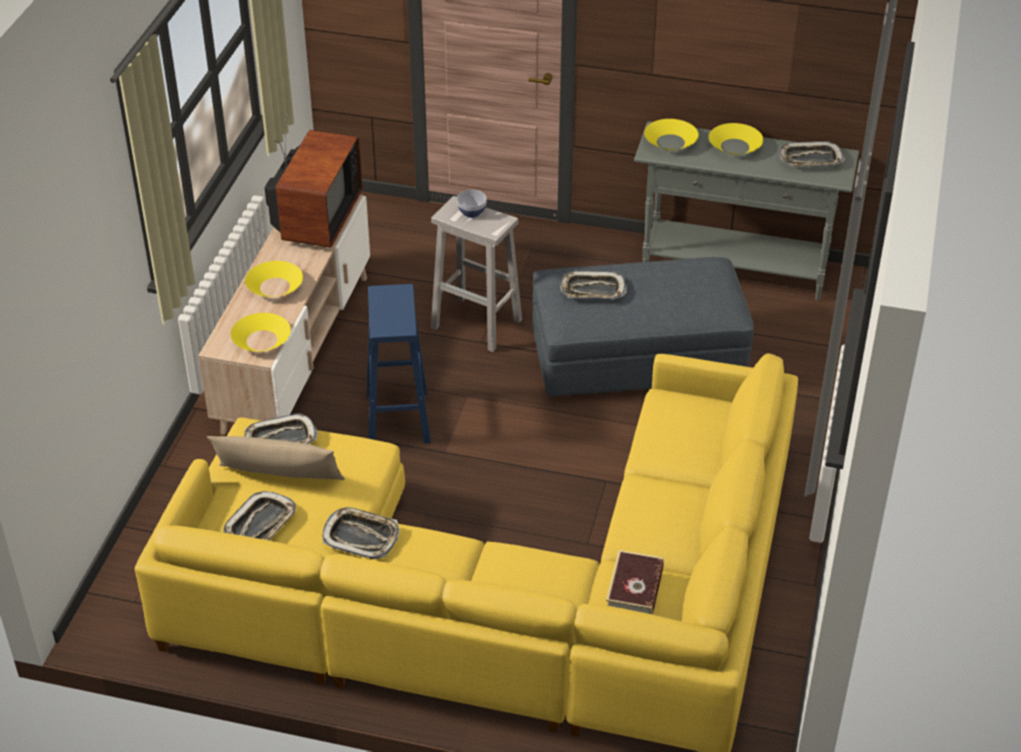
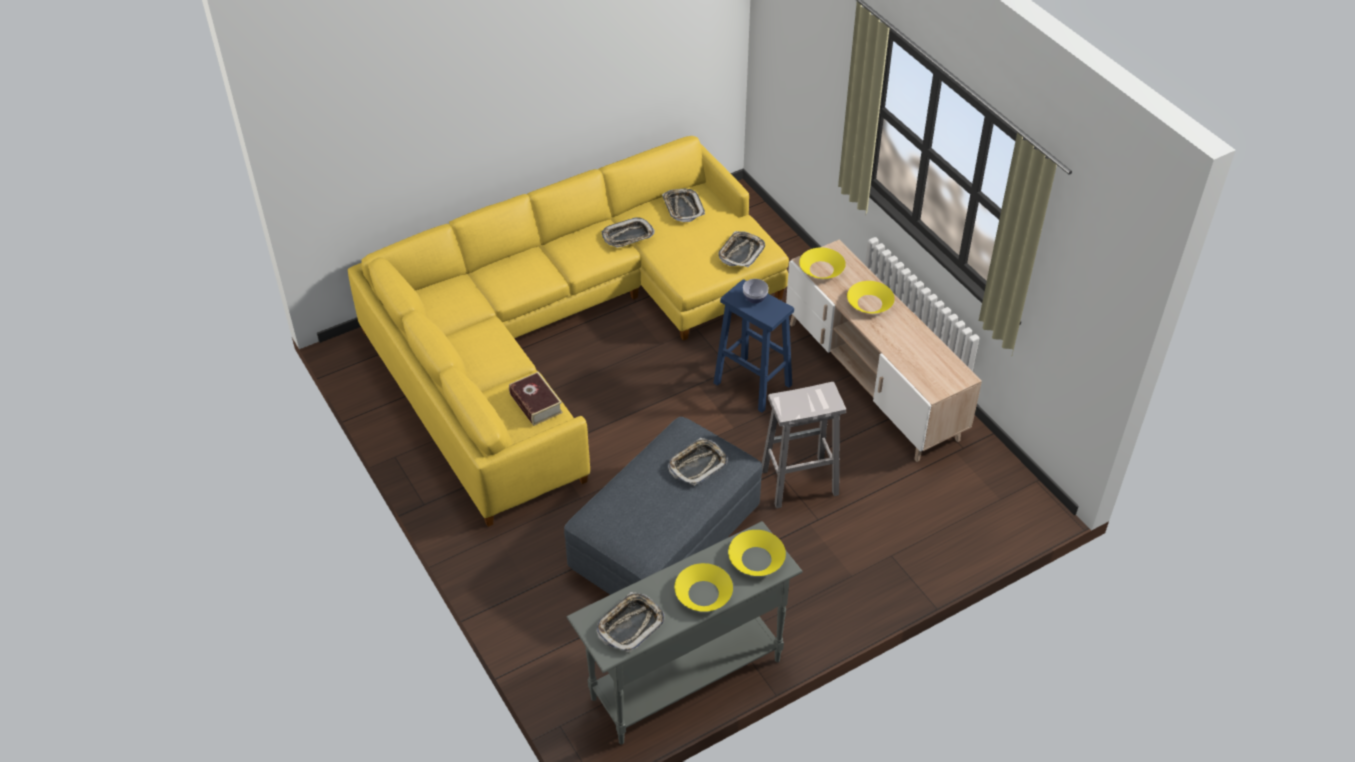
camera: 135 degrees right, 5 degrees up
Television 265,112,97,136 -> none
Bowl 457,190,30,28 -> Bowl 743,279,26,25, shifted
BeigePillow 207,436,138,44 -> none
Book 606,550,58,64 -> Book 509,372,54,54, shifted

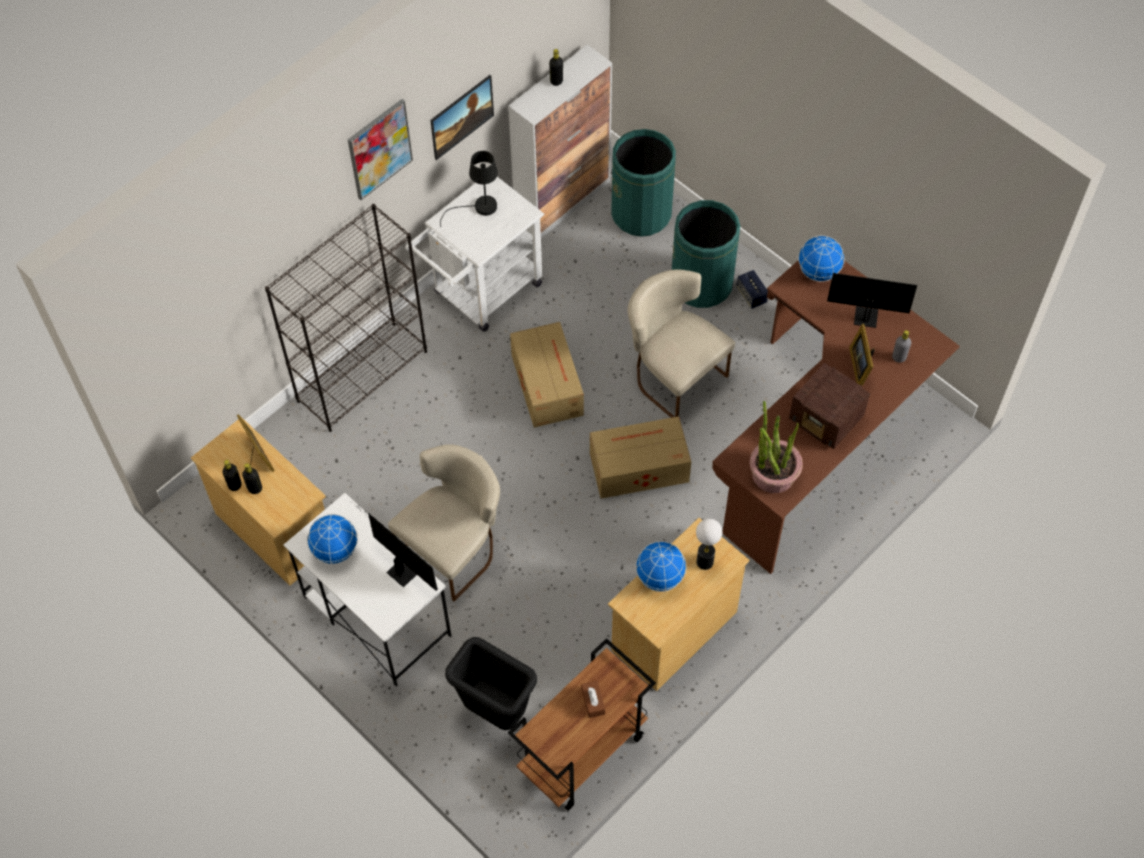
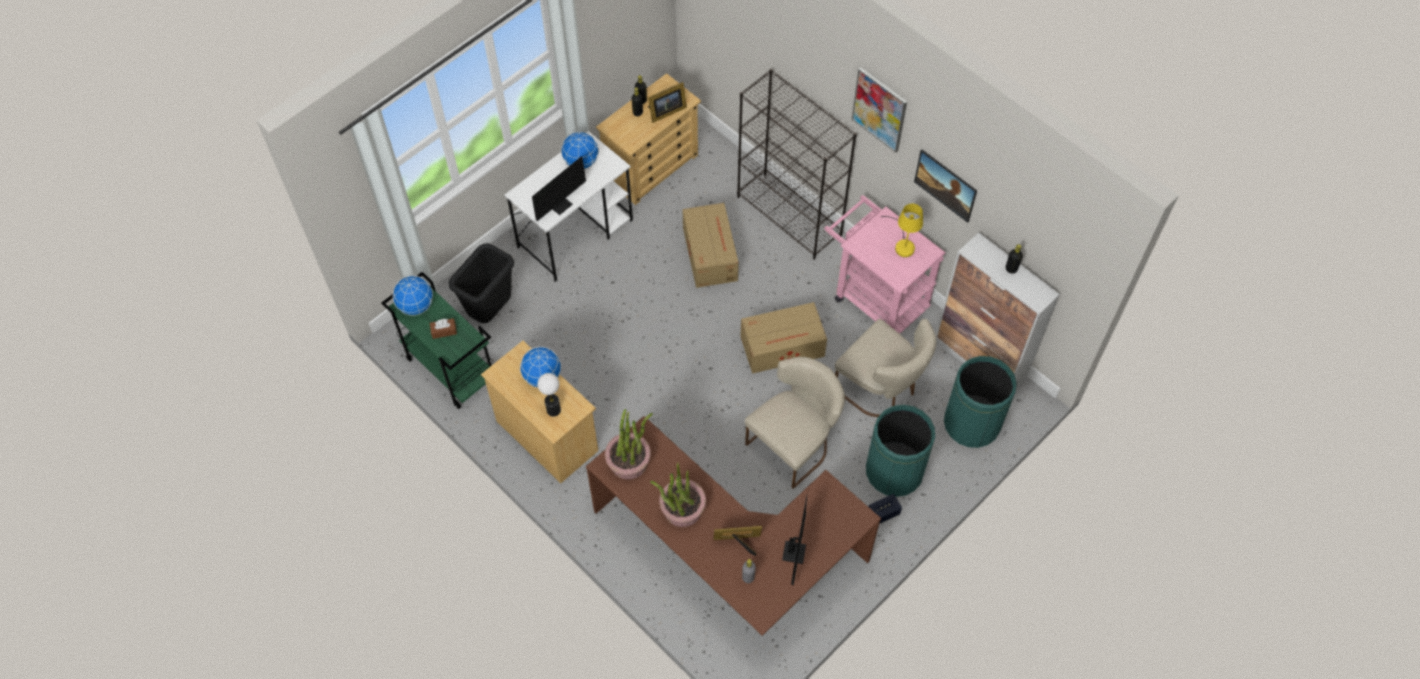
camera: 90 degrees right, 0 degrees up
BlackTableLamp 440,151,58,76 -> YellowTableLamp 881,204,42,53
WhiteCart 405,177,139,155 -> PinkCart 824,195,122,139
Globe 798,235,47,47 -> Globe 393,275,40,41, shifted
Radio 789,363,81,86 -> PottedPlant 650,463,56,64
CardboardBox 590,416,101,83 -> CardboardBox 682,203,57,85, shifted
BeigeChair 388,444,112,157 -> BeigeChair 835,319,102,98, shifted
BrownCart 508,638,148,173 -> GreenCart 381,272,112,137

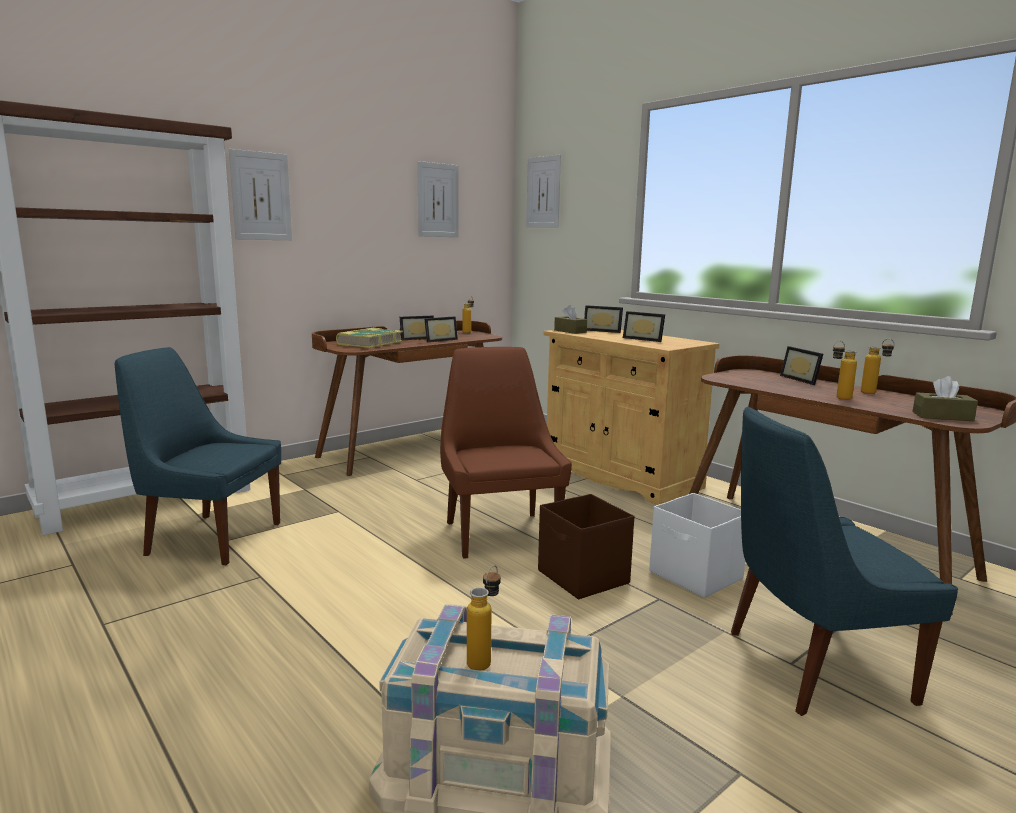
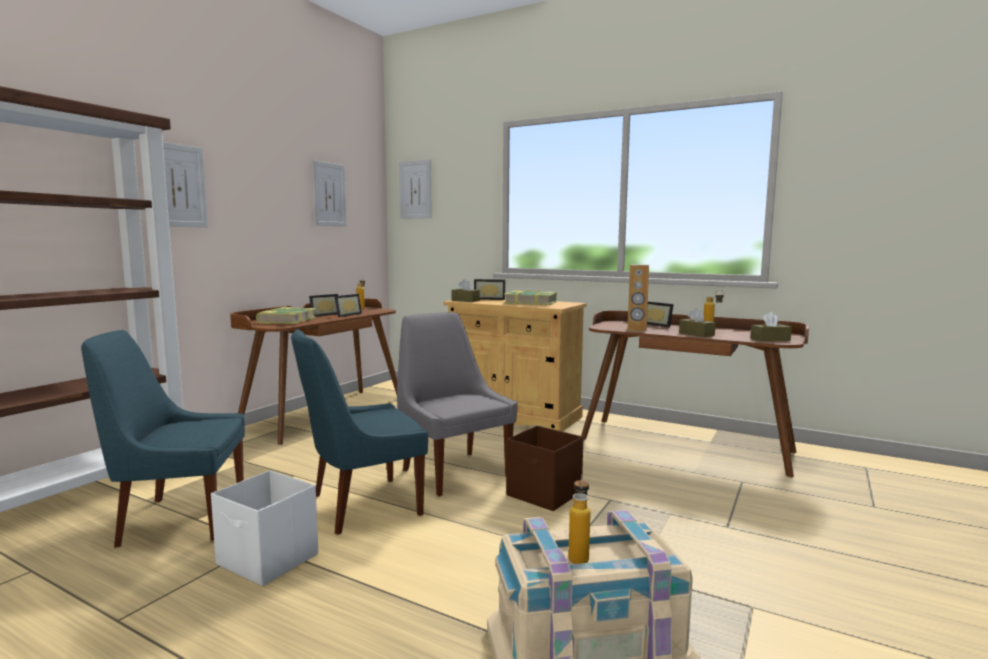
camera: 20 degrees left, 5 degrees down
PictureFrame 623,311,42,31 -> Book 504,290,53,15
Bottle 833,341,24,59 -> BrownTissueBox 679,308,37,29
BrownChair 440,347,132,212 -> GreyChair 397,312,121,184
BlueChair 731,406,227,310 -> BlueChair 291,329,137,206, shifted
WhiteStorageBox 649,493,96,105 -> WhiteStorageBox 211,470,107,116, shifted
none -> BrownSpeaker 627,265,22,67

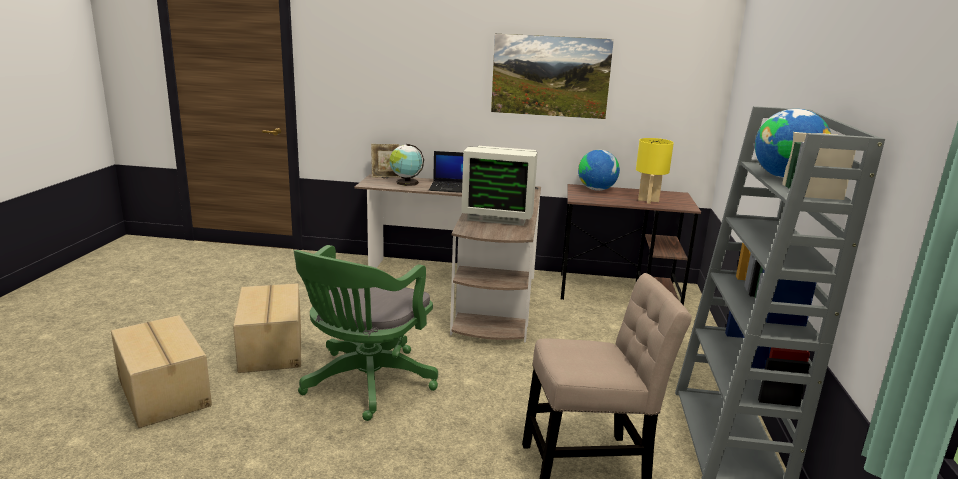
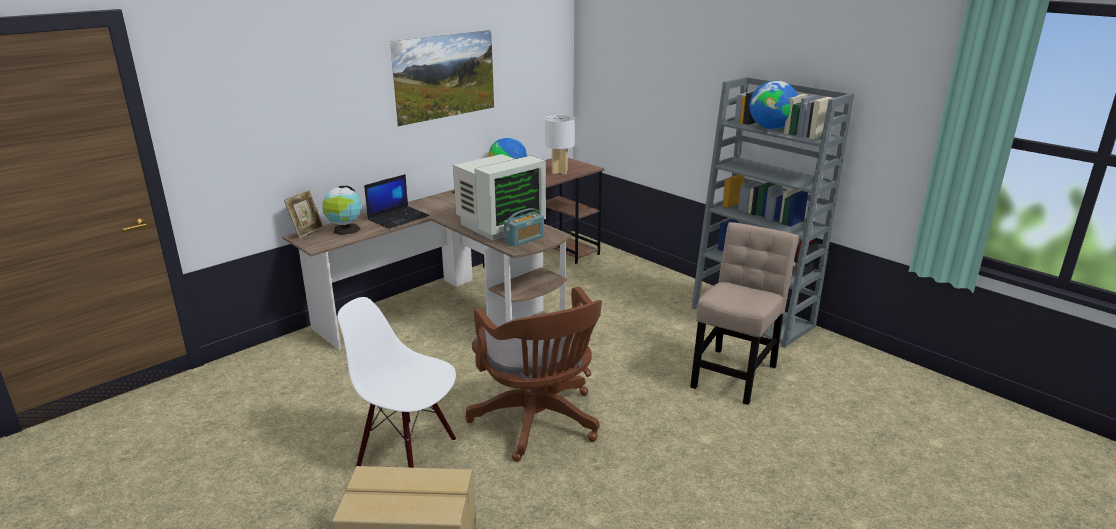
camera: 50 degrees left, 5 degrees up
YellowTableLamp 636,138,38,66 -> WhiteTableLamp 545,115,30,60
GreenOfficeChair 294,245,144,176 -> BrownOfficeChair 465,287,137,175
CardboardBox 233,283,68,90 -> WhiteChair 338,297,118,171
none -> Radio 504,208,40,39

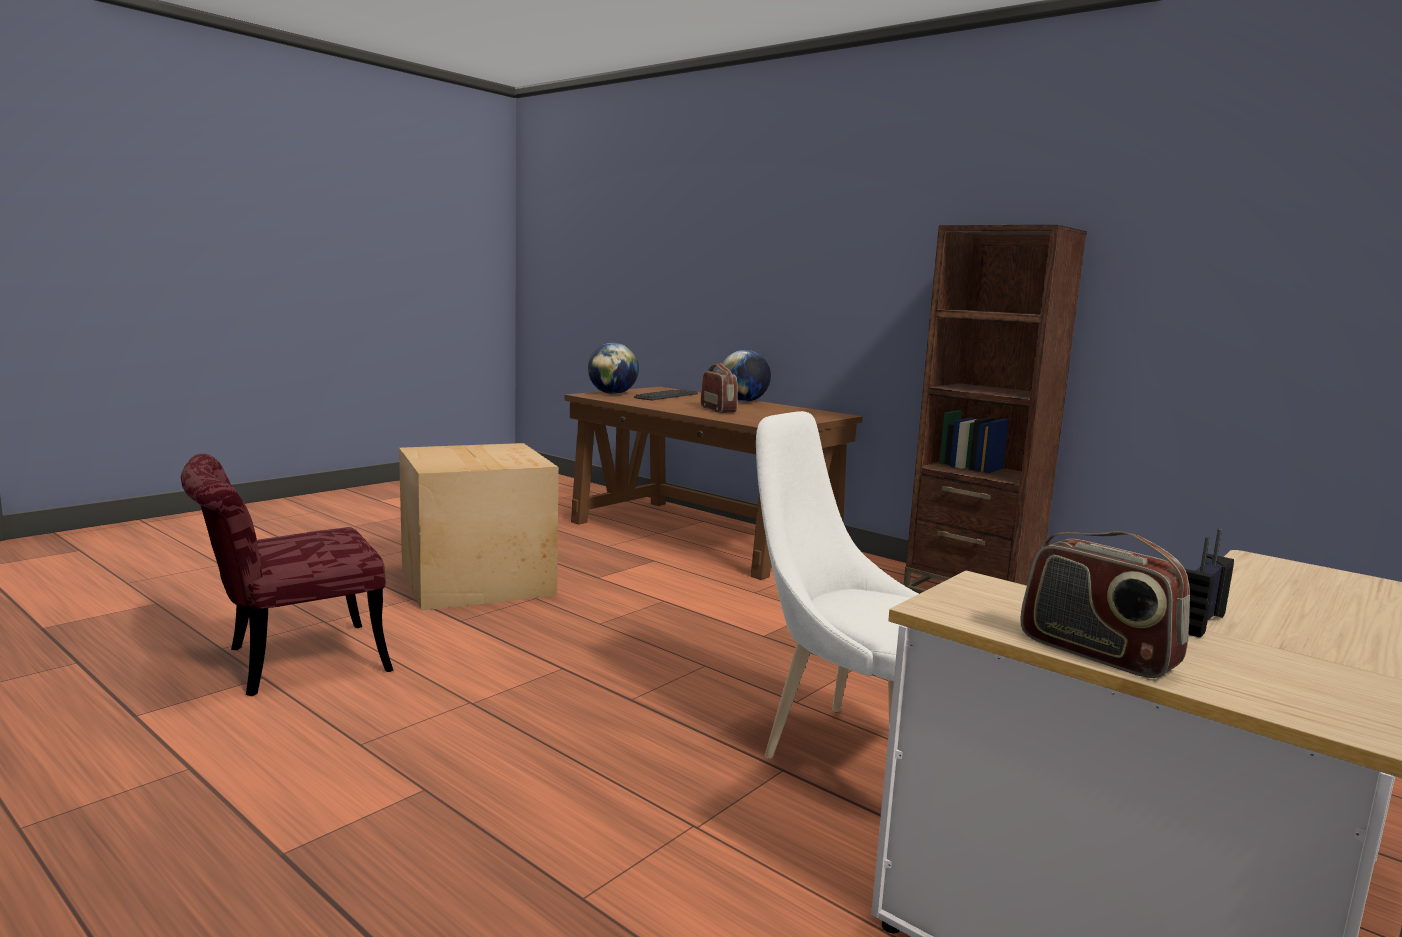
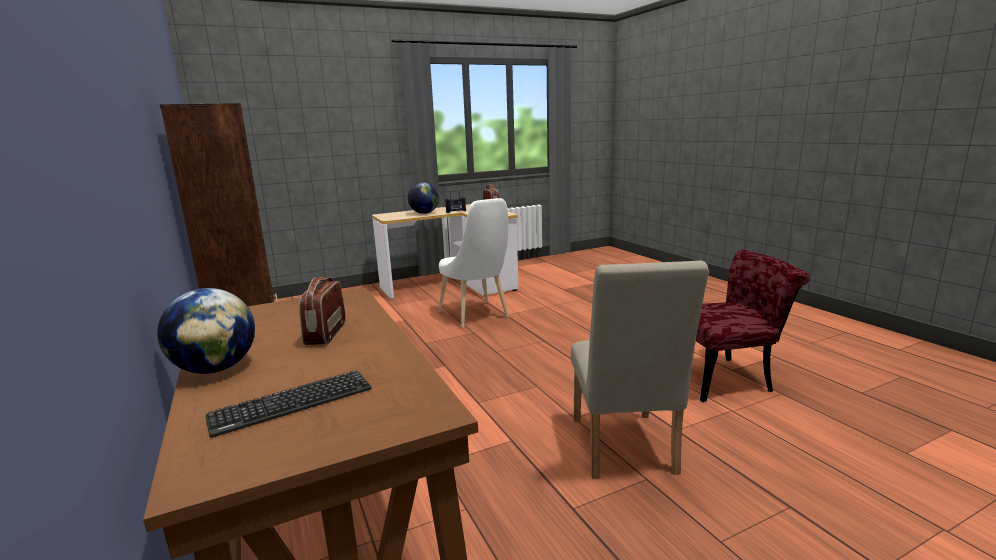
camera: 155 degrees left, 5 degrees up
Globe 588,343,51,51 -> Globe 408,183,31,31, shifted
CardboardBox 399,443,160,168 -> BeigeChair 571,261,138,218

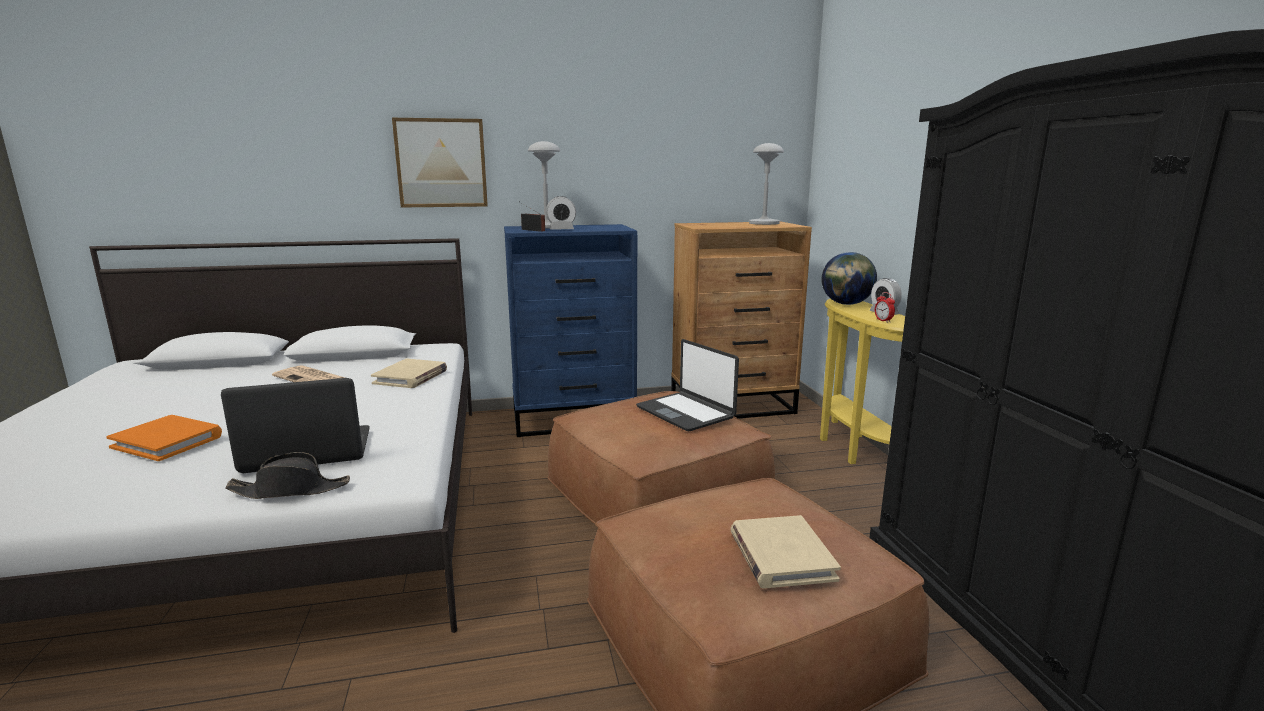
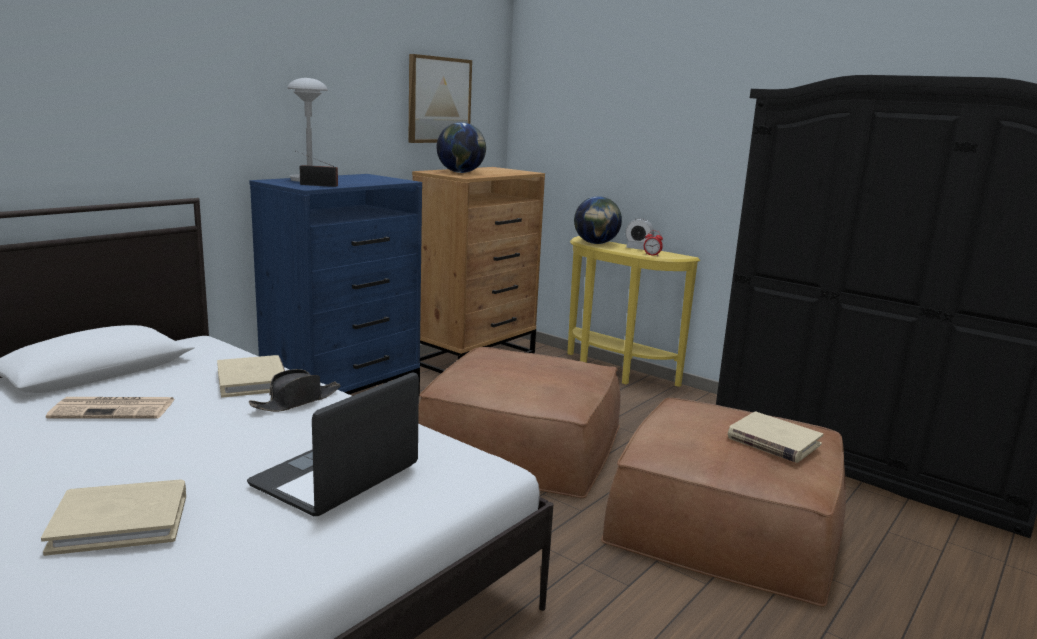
camera: 40 degrees left, 0 degrees up
Picture 392,118,96,90 -> Picture 408,54,64,89, shifted
GreyTableLamp 749,143,35,82 -> none
AlarmClock 546,196,30,34 -> none
Laptop 636,339,103,92 -> none
OrangeBook 106,415,116,46 -> BeigeBook 41,479,145,77
BlackHat 225,452,125,47 -> BlackHat 249,369,92,43, shifted
none -> Globe 437,122,49,51

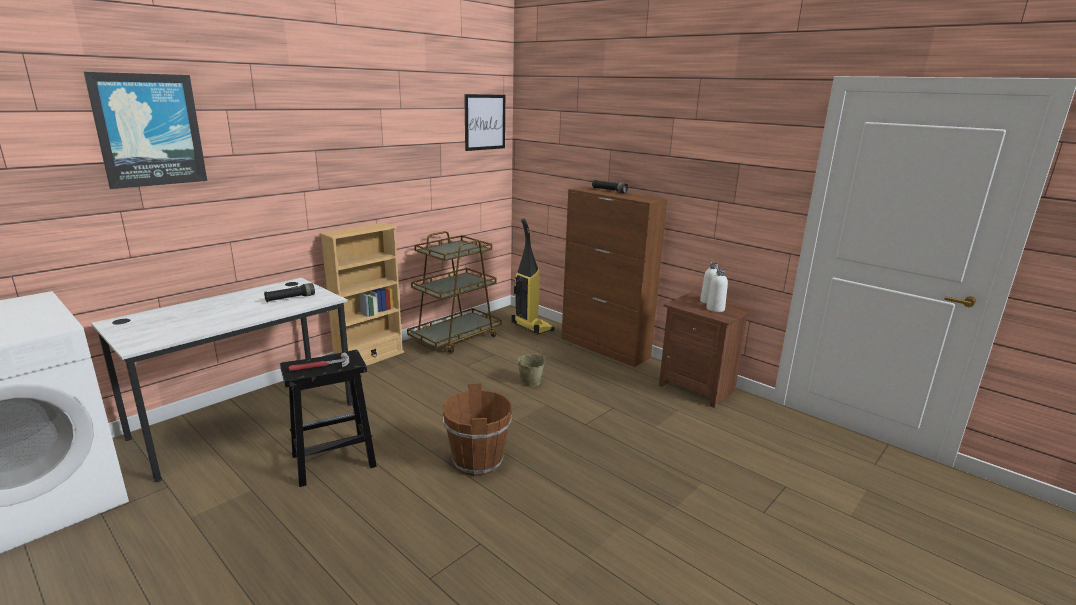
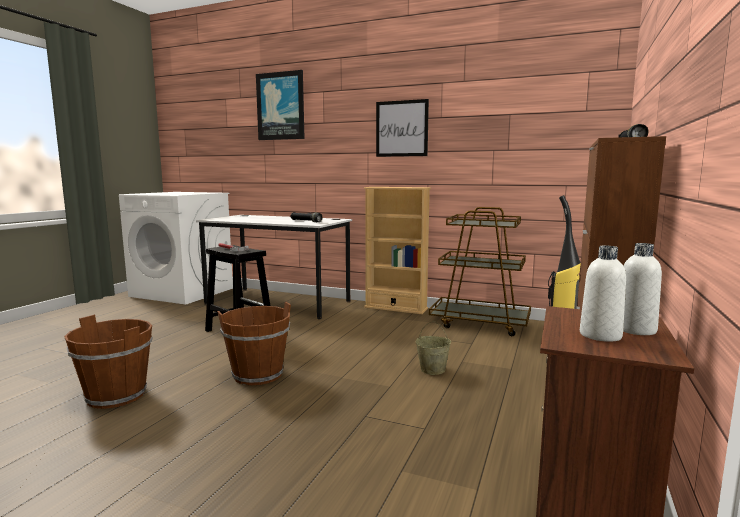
camera: 70 degrees right, 10 degrees down
Picture 464,94,41,57 -> Picture 376,99,53,58, shifted
none -> BrownBucket 64,315,89,94

